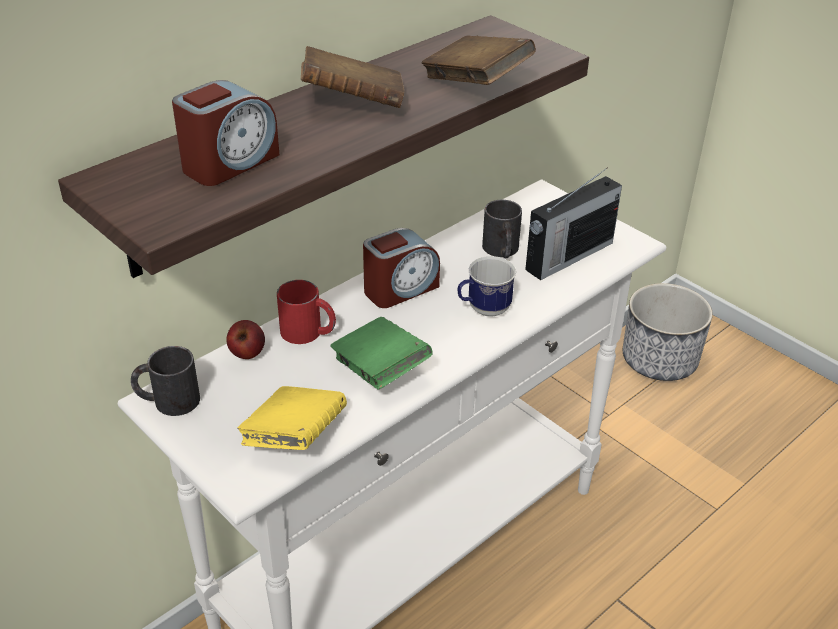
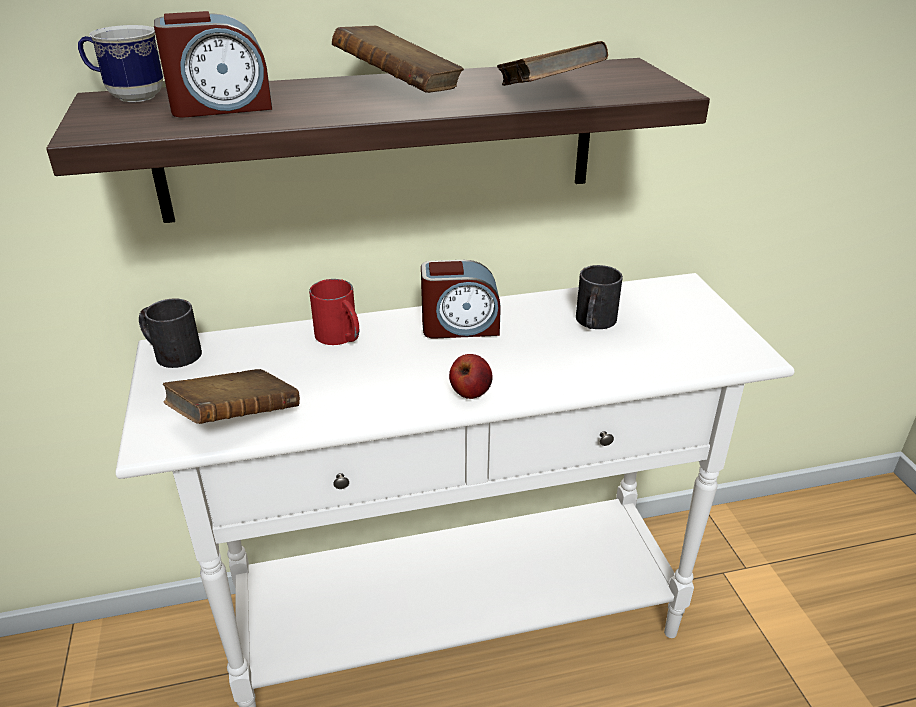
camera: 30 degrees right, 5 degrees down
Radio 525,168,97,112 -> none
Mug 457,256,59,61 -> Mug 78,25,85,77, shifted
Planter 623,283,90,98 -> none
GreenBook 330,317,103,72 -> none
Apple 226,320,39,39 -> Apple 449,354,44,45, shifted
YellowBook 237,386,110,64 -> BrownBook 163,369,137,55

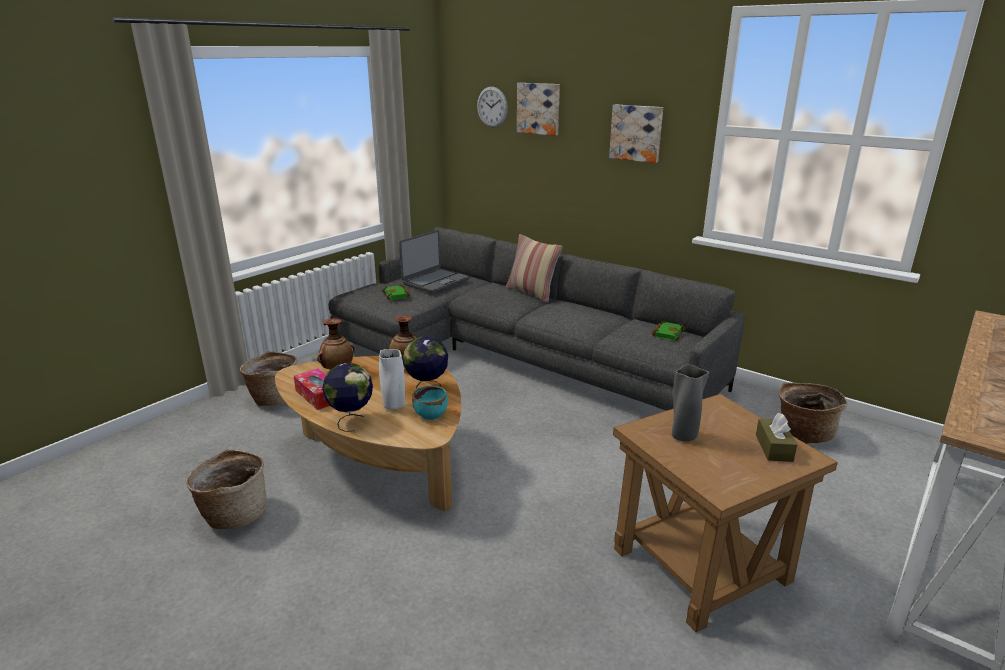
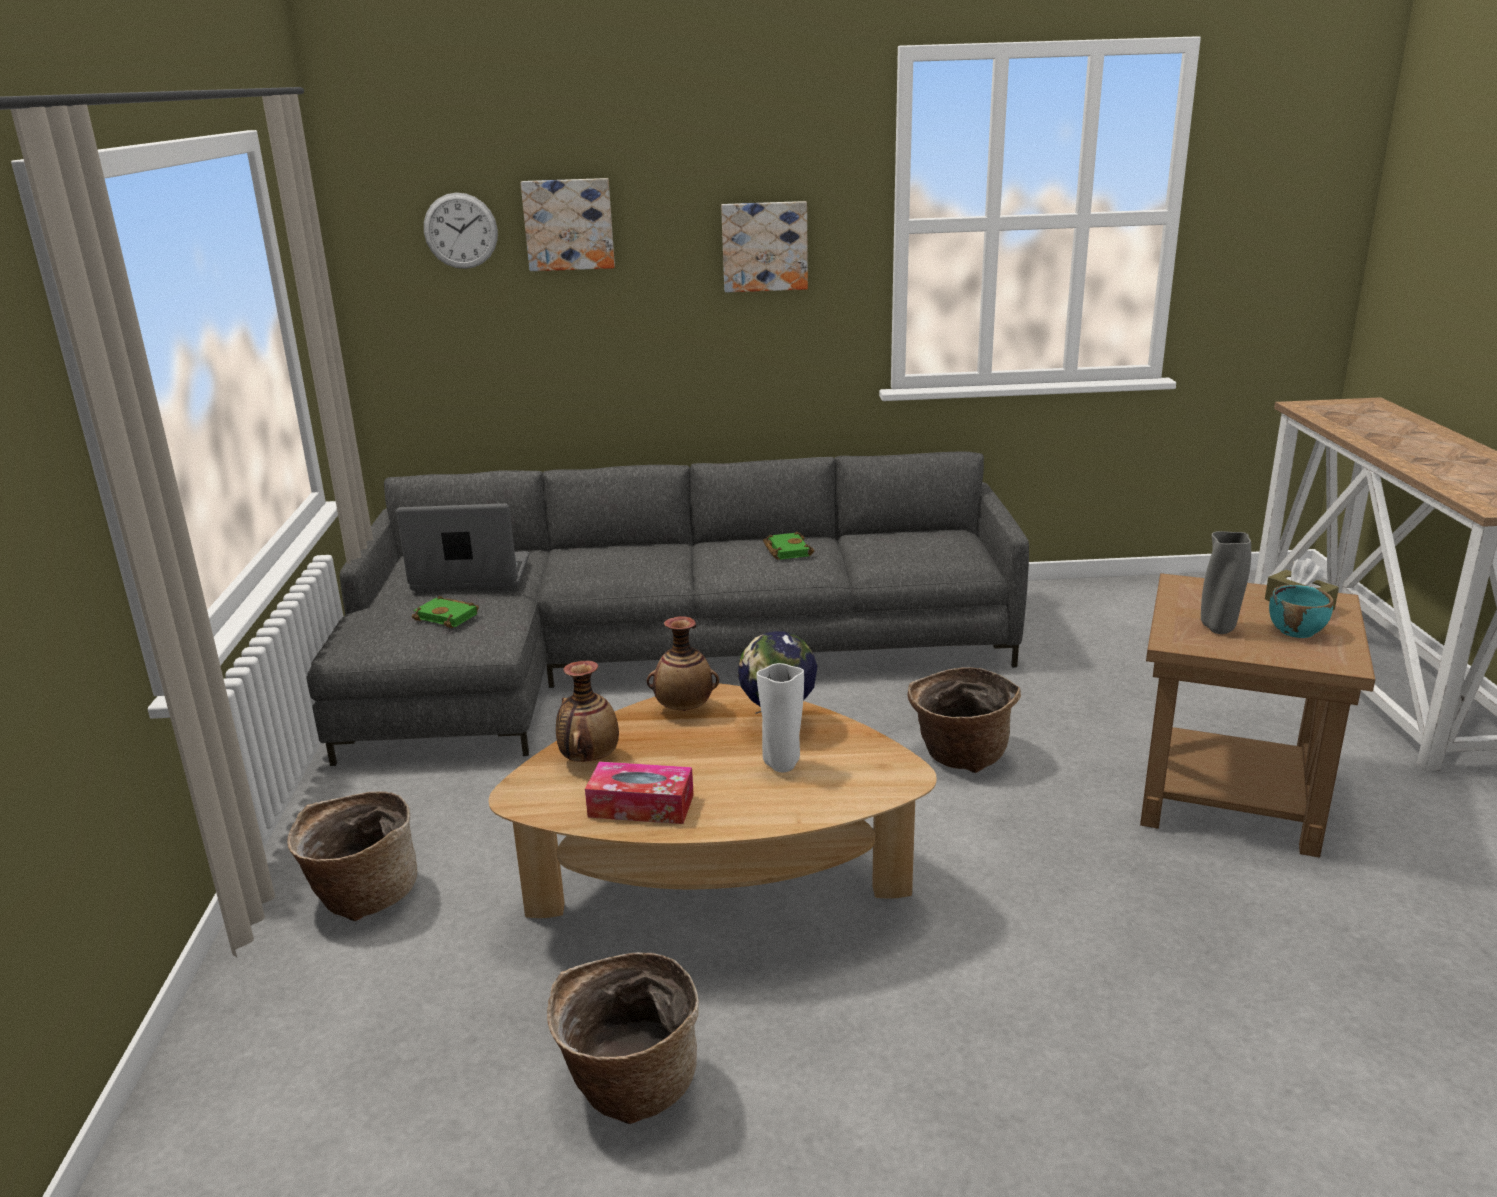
camera: 40 degrees left, 0 degrees up
Laptop 399,230,70,63 -> Laptop 396,503,133,88, 90 degrees counterclockwise
Pillow 506,234,57,69 -> none
GreenBook 652,321,34,20 -> GreenBook 763,532,51,28, shifted
Globe 322,363,51,69 -> none
Basket 779,382,68,62 -> Basket 907,667,114,106, shifted
TurquoiseBowl 412,386,36,34 -> TurquoiseBowl 1269,585,64,53, shifted

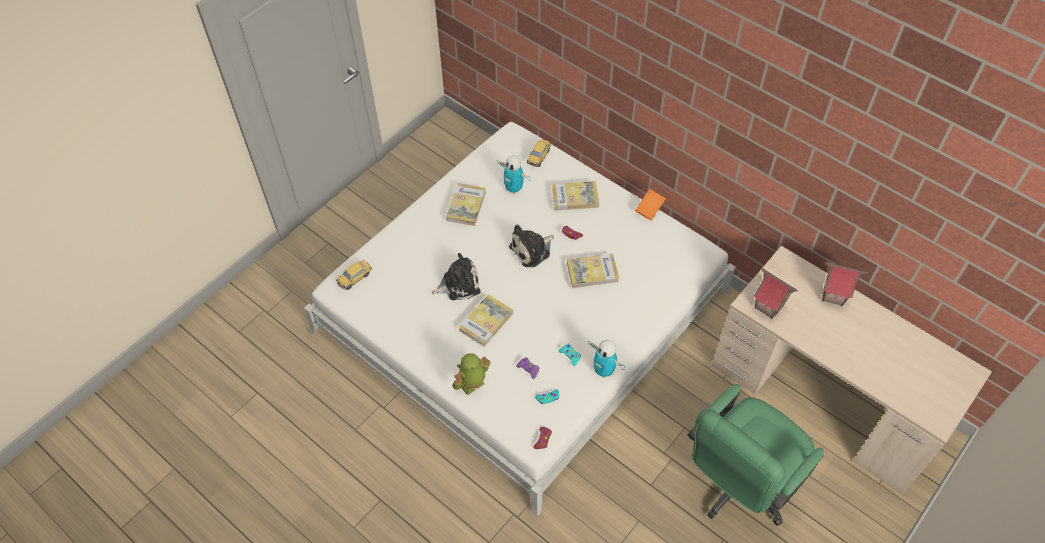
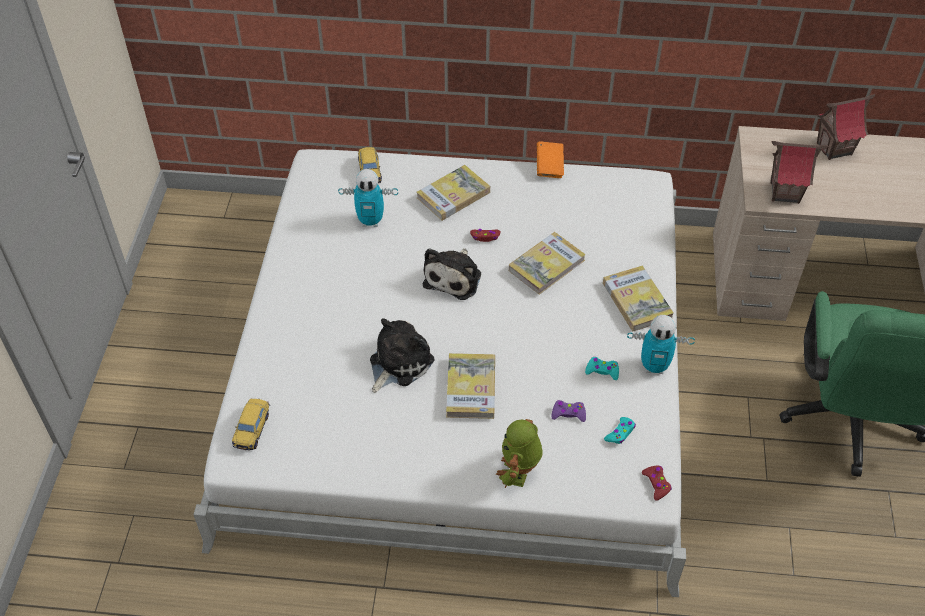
camera: 35 degrees left, 5 degrees down
Book 446,183,40,43 -> Book 603,265,71,66, shifted

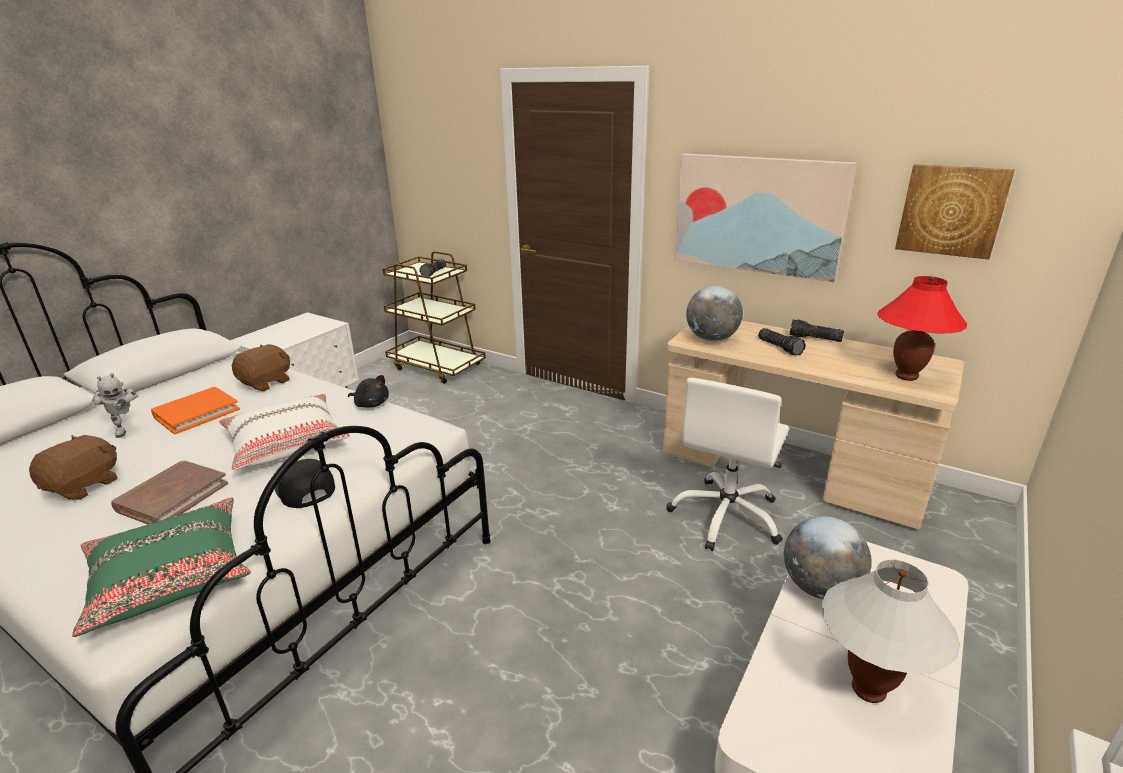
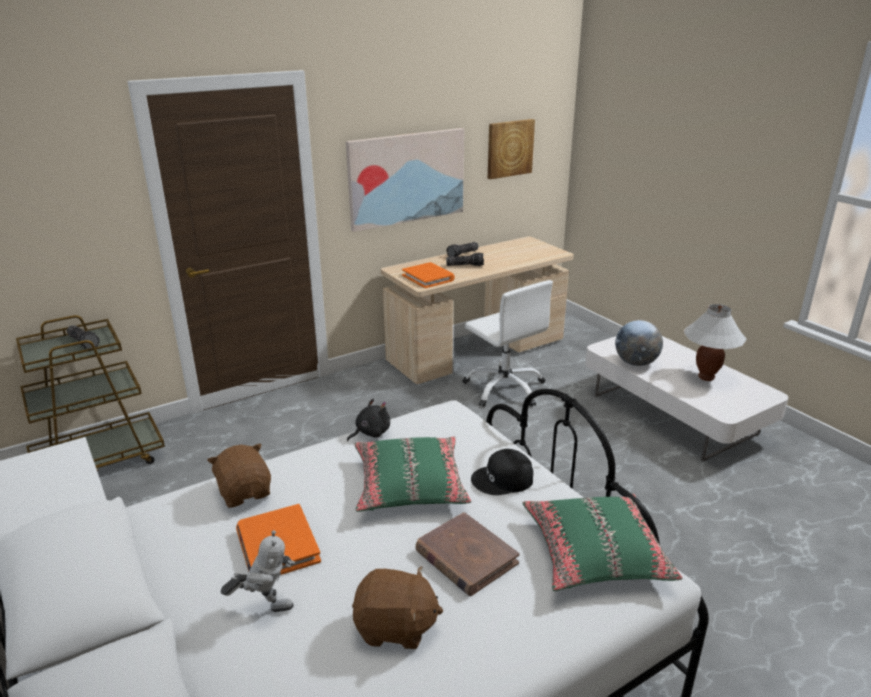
camera: 65 degrees left, 0 degrees up
RedTableLamp 877,276,90,105 -> none
Globe 686,286,57,55 -> OrangeBook 402,262,53,26
WhitePillow 219,394,131,76 -> GreenPillow 354,437,117,75
BrownPlushToy 29,435,88,65 -> BrownPlushToy 352,566,91,83, 135 degrees clockwise

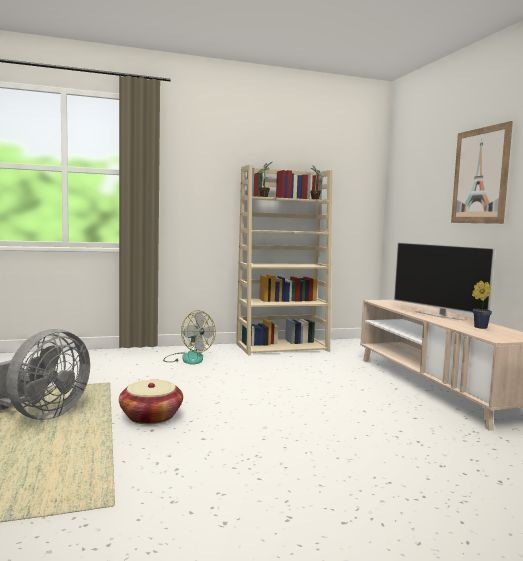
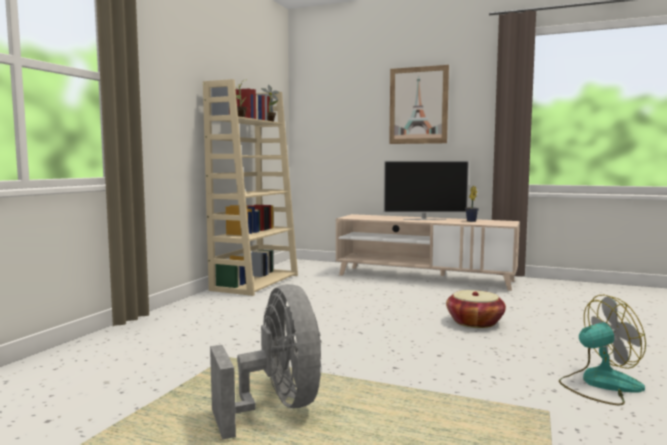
camera: 50 degrees left, 0 degrees up
Fan 163,310,53,55 -> Fan 559,295,87,110, shifted
Basket 119,380,64,44 -> Basket 446,290,60,38, shifted

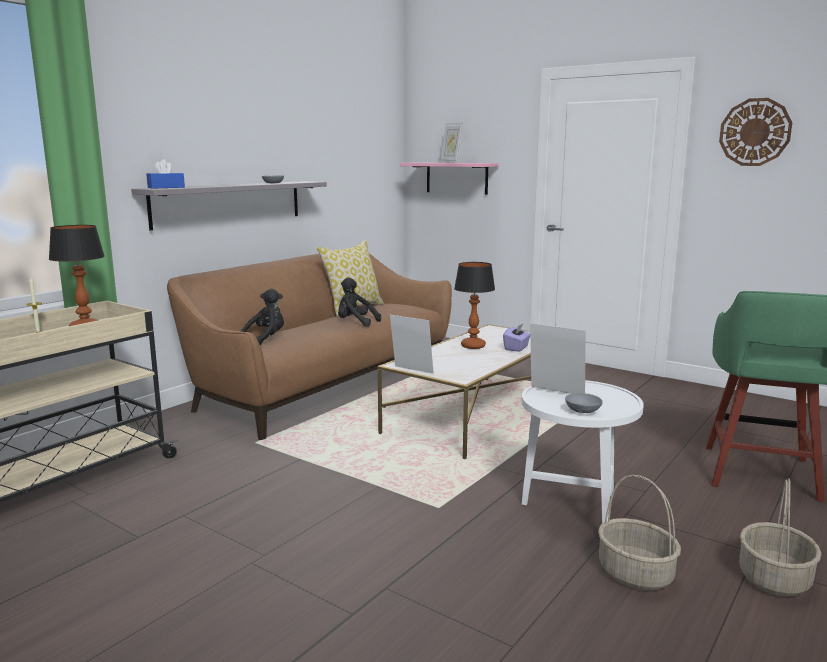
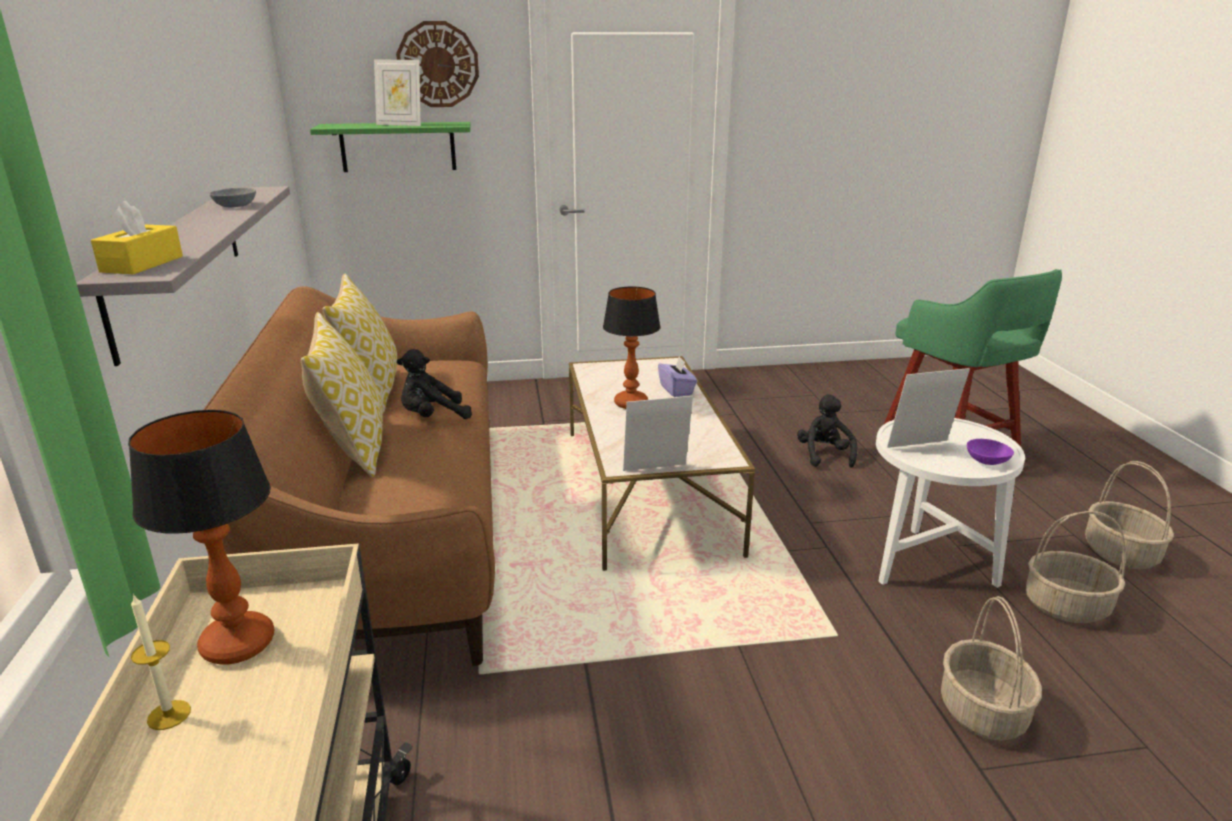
camera: 45 degrees left, 10 degrees up
WallClock 719,98,74,68 -> WallClock 396,21,83,86, shifted
BlueTissueBox 146,159,39,30 -> YellowTissueBox 91,201,92,73
PinkShelf 400,163,98,31 -> GreenShelf 310,122,161,50
BlackPlushToy 241,289,43,56 -> BlackPlushToy 797,394,60,74, shifted
GreyBowl 565,393,38,20 -> PurpleBowl 967,439,47,26
none -> Pillow 301,312,82,166
none -> Basket 941,596,101,145

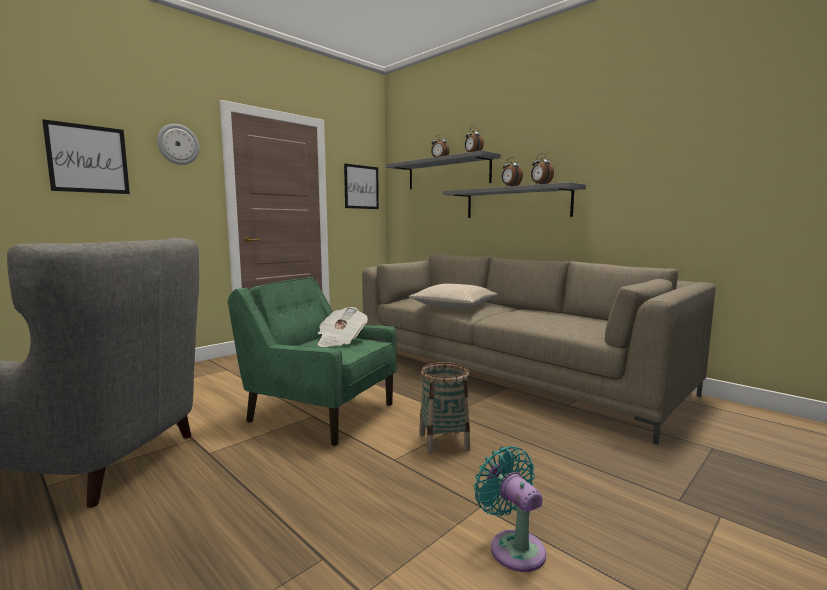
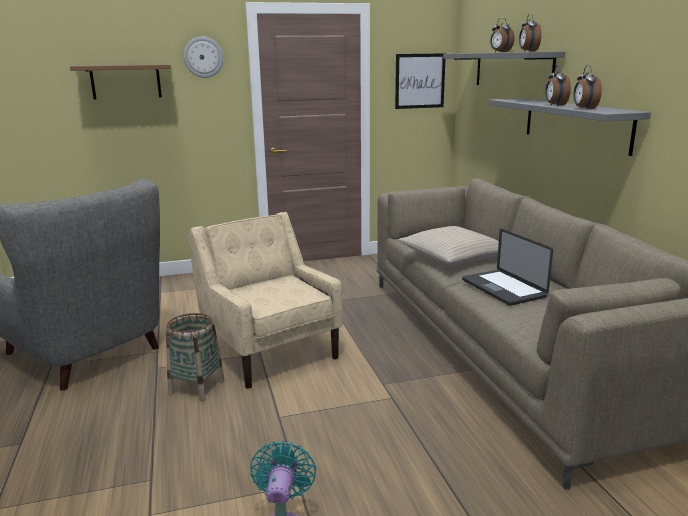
camera: 30 degrees right, 10 degrees up
Picture 42,119,88,75 -> BrownShelf 70,64,101,36
GreenArmchair 227,277,170,169 -> BeigeArmchair 188,212,154,177
Newspaper 317,307,51,40 -> none
Basket 419,362,51,92 -> Basket 166,313,59,88, shifted
none -> Laptop 462,229,91,77

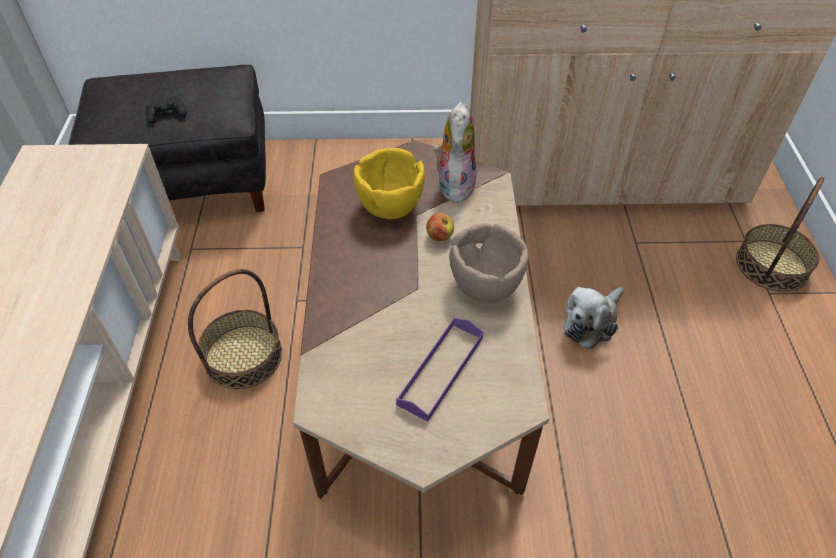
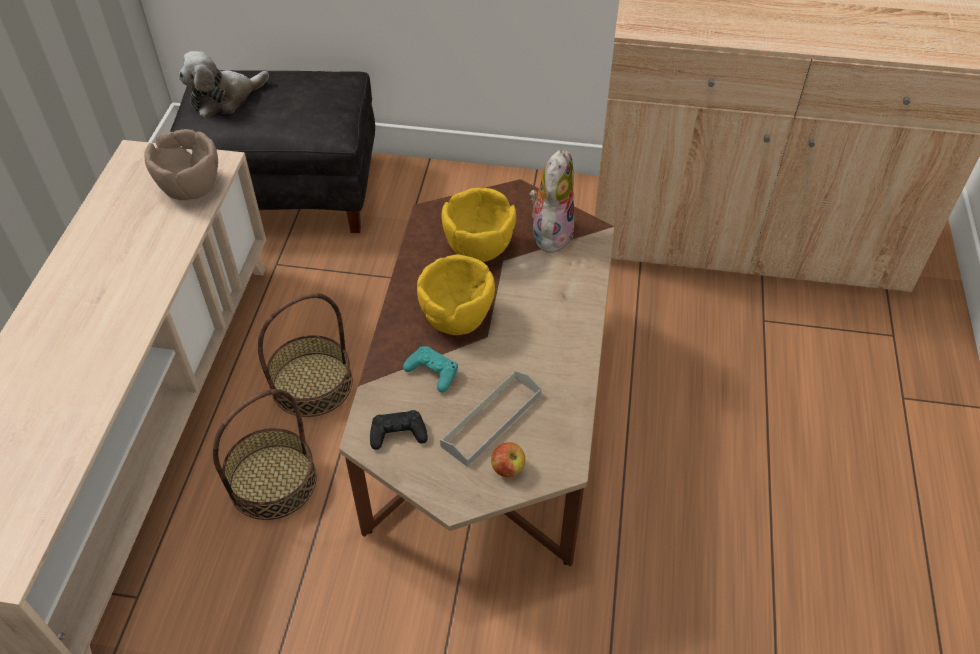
camera: 10 degrees right, 0 degrees up
BlackGameController 146,98,41,25 -> BlackGameController 370,410,58,40, shifted
Basket 736,177,88,115 -> Basket 213,389,104,131, shifted
Apple 426,213,28,28 -> Apple 491,442,34,35, shifted
BrownBowl 449,223,79,79 -> BrownBowl 144,129,74,71, shifted
PlushToy 563,287,61,63 -> PlushToy 179,51,90,67, shifted
PurpleTray 396,318,88,104 -> GreyTray 440,371,101,96
none -> YellowBowl 417,255,78,80
none -> TurquoiseGameController 403,346,55,46

